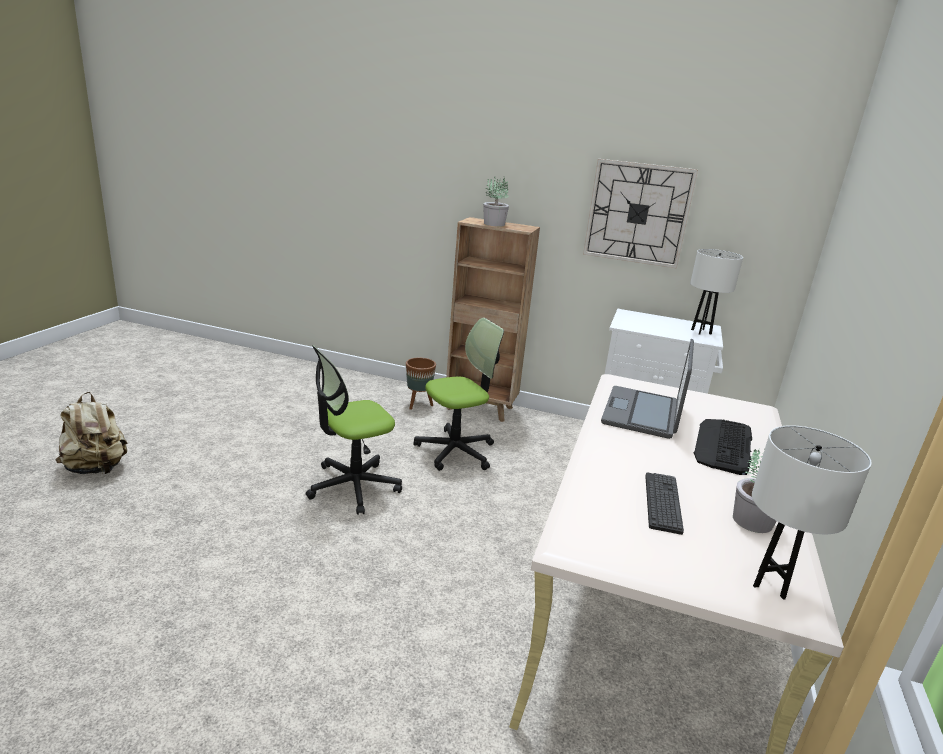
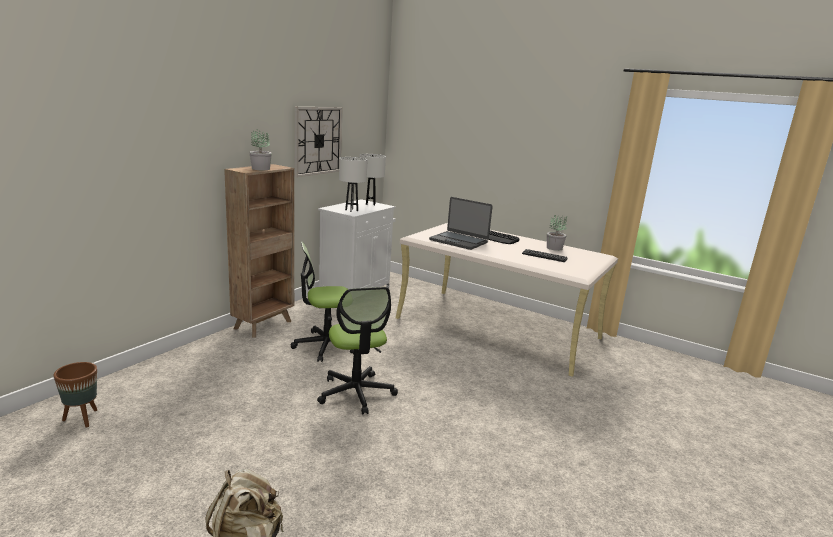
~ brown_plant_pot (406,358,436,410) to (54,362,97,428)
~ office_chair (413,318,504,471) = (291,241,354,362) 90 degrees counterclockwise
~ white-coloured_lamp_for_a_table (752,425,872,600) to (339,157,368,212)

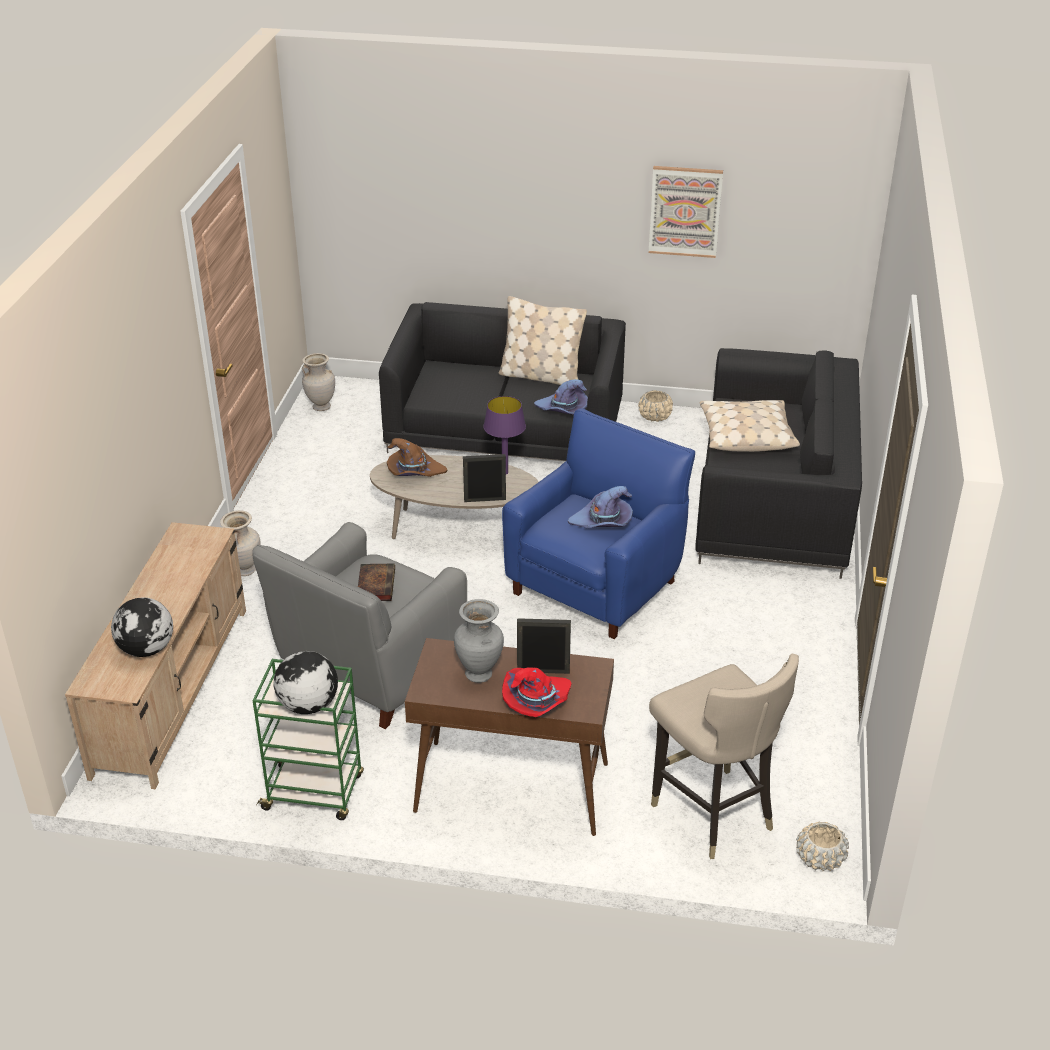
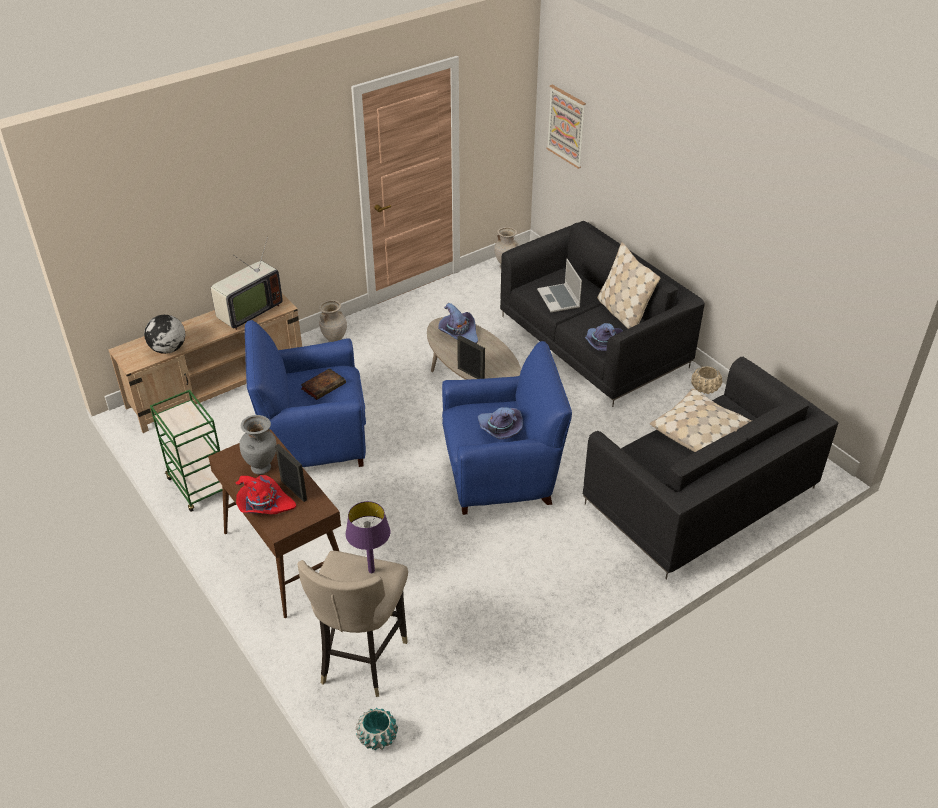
~ gray_lounge_chair (252,522,467,729) to bluish_lounge_chair (245,320,366,467)
- desk_globe (274,651,338,714)
~ brown_hat (387,438,448,477) to purple-coloured_hat (438,303,478,344)
~ purple-coloured_lamp_for_a_table (483,396,526,474) to (346,501,390,573)
~ wall_art (649,166,723,258) to (546,85,586,169)
~ beige-coloured_plant_pot (796,821,849,871) to turquoise-coloured_plant_pot (356,708,398,750)
+ TV_set (211,236,283,330)
+ notebook_computer (537,259,582,312)

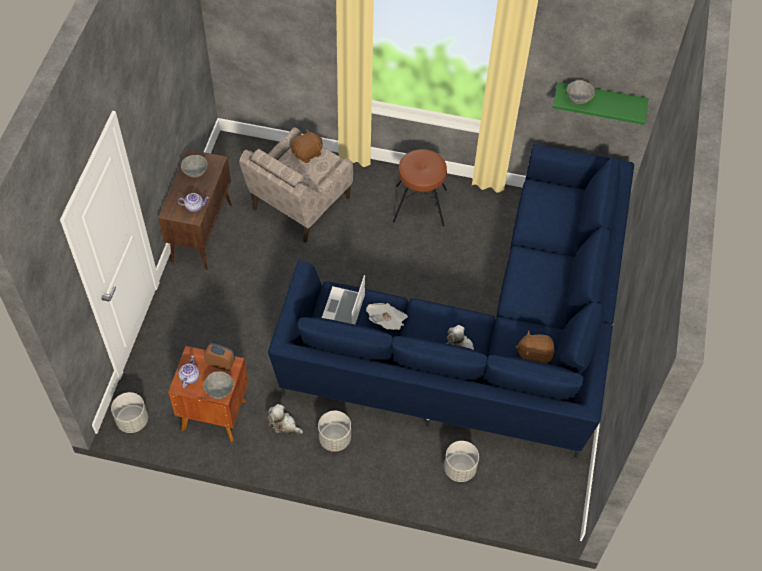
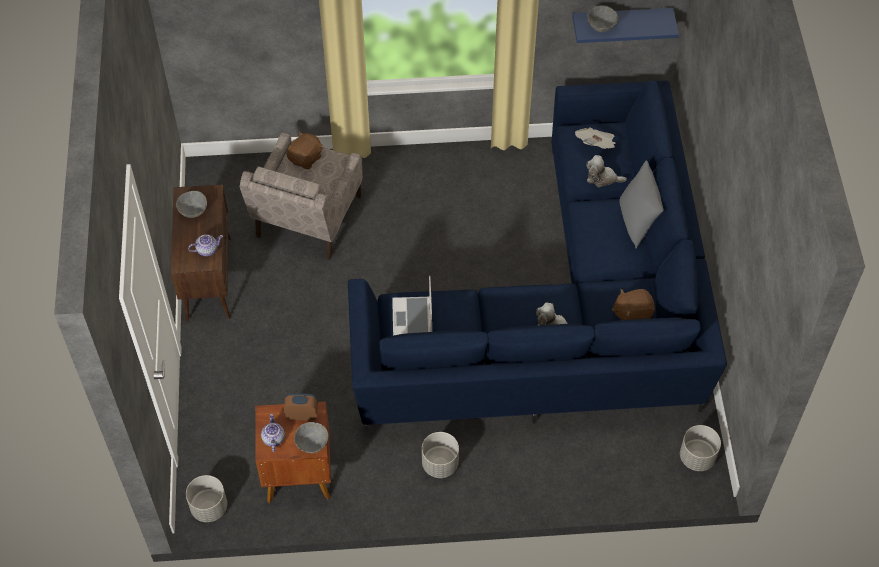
~ cuddly_toy (267,404,303,434) to (586,155,627,187)
~ printed_paper (366,303,408,330) to (575,127,616,149)
- brown_stool (393,149,447,226)
~ gray_plant_pot (444,441,479,482) to (680,425,721,471)
~ green-coloured_bracket_shelf (553,82,648,125) to bluish_bracket_shelf (572,8,679,43)
+ gray_cushion (620,161,664,248)

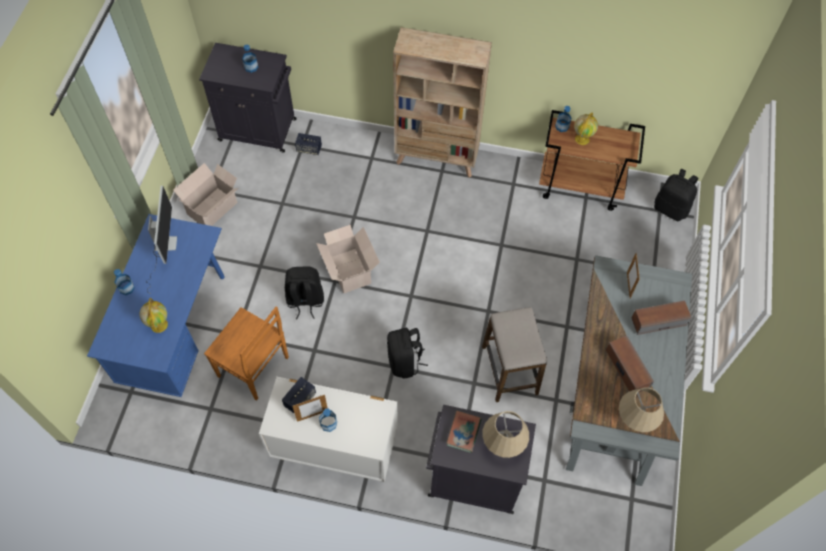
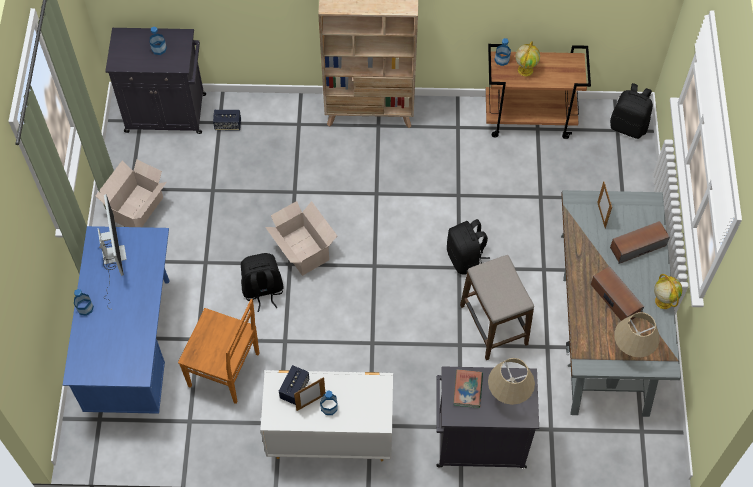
~ desk_globe (140,298,168,333) to (654,274,682,309)
~ black-coloured_rucksack (387,328,428,379) to (447,219,490,274)

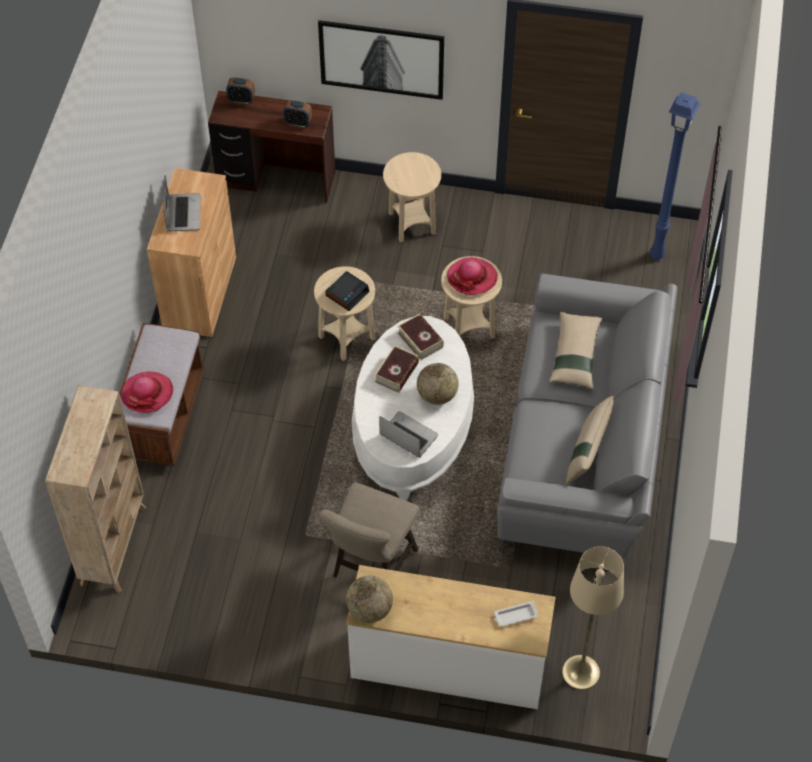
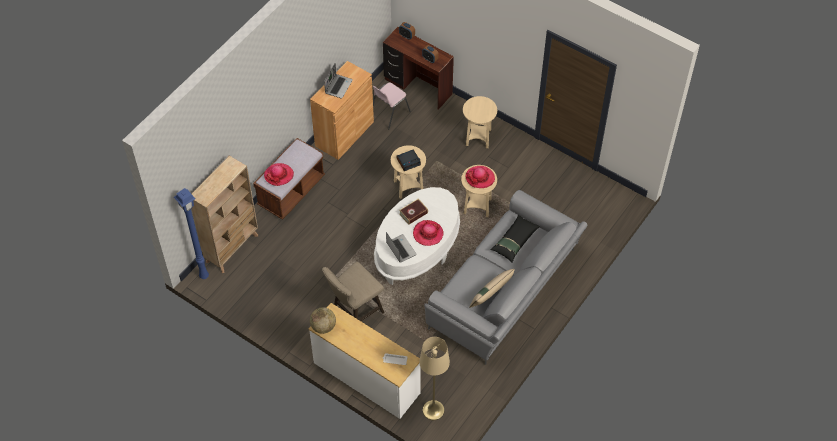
- wall_art (318,20,444,100)
- bound_book (398,313,444,360)
~ desk_globe (417,363,459,405) to hat (413,220,443,246)
~ beige-coloured_cushion (549,312,603,389) to black-coloured_cushion (491,215,540,262)
~ bluish_standing_lamp (650,92,701,260) to (174,188,209,279)
+ pinkish_plain_chair (373,83,411,129)

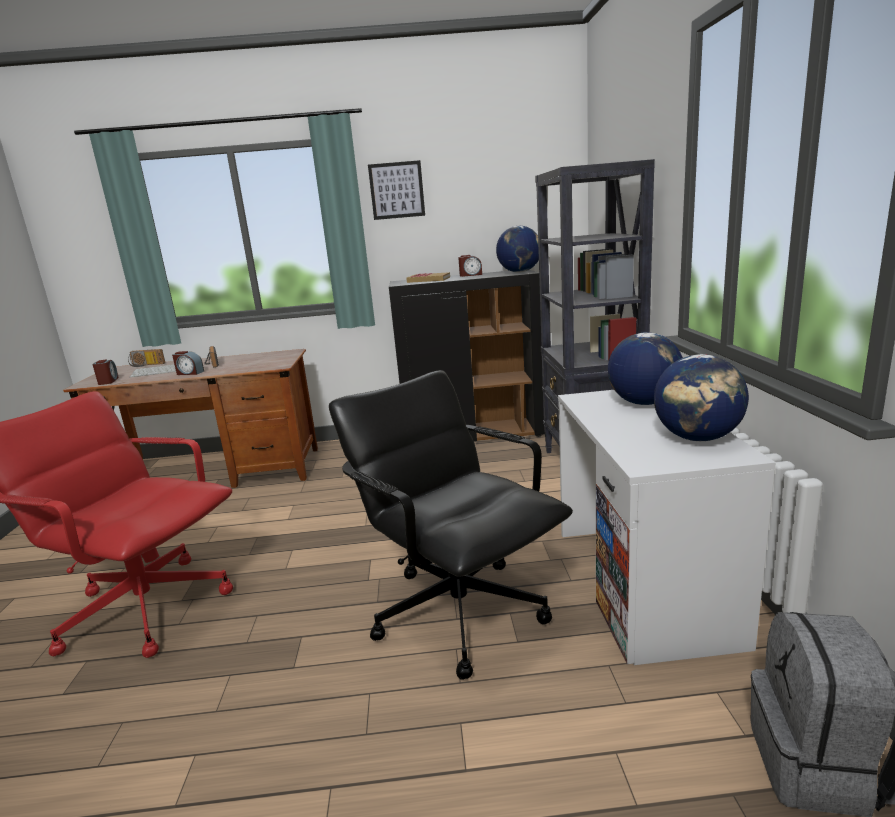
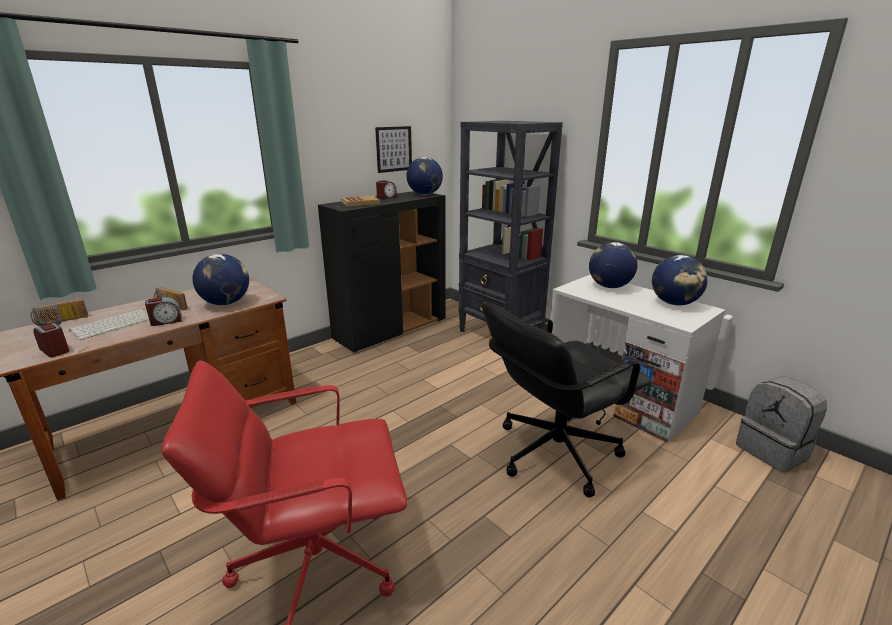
~ black-coloured_office_chair (329,370,573,680) = (482,302,651,497) 45 degrees counterclockwise
~ wall_art (368,160,425,220) to (375,126,412,173)
+ desk_globe (192,254,249,305)

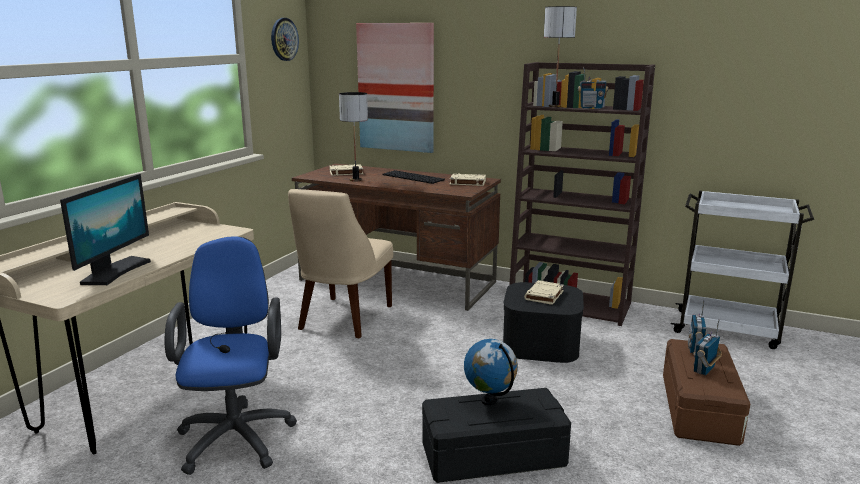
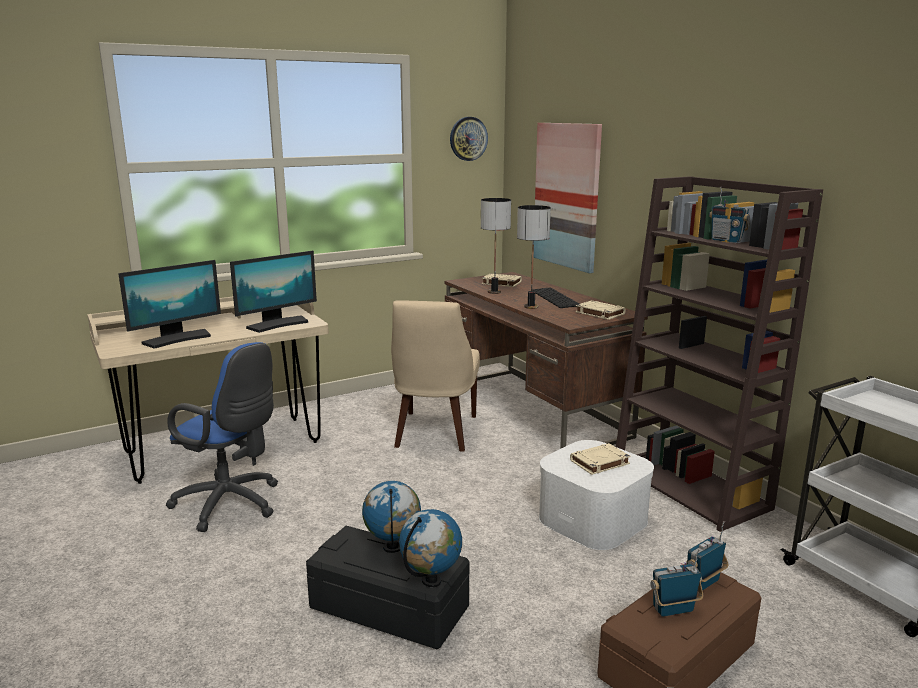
~ bluish_office_chair (165,236,297,475) = (166,342,278,532) 90 degrees clockwise
~ beige-coloured_plain_chair (288,189,393,338) = (391,300,480,452) 45 degrees counterclockwise
~ black-coloured_storage_box (503,282,584,363) to white-coloured_storage_box (539,440,654,550)
~ lamp_for_a_table (544,6,577,107) to (517,205,551,309)
+ computer_display (230,251,317,333)
+ desk_globe (399,509,462,587)

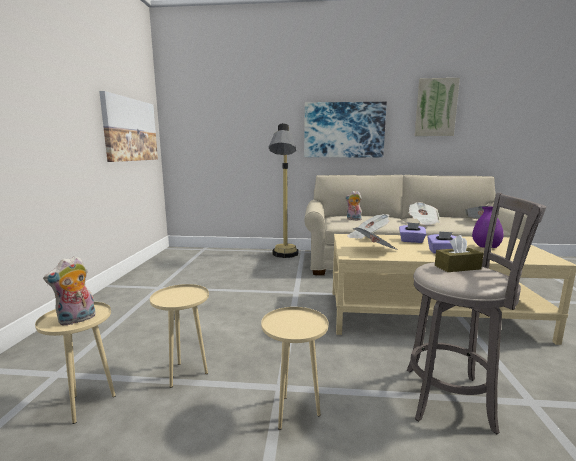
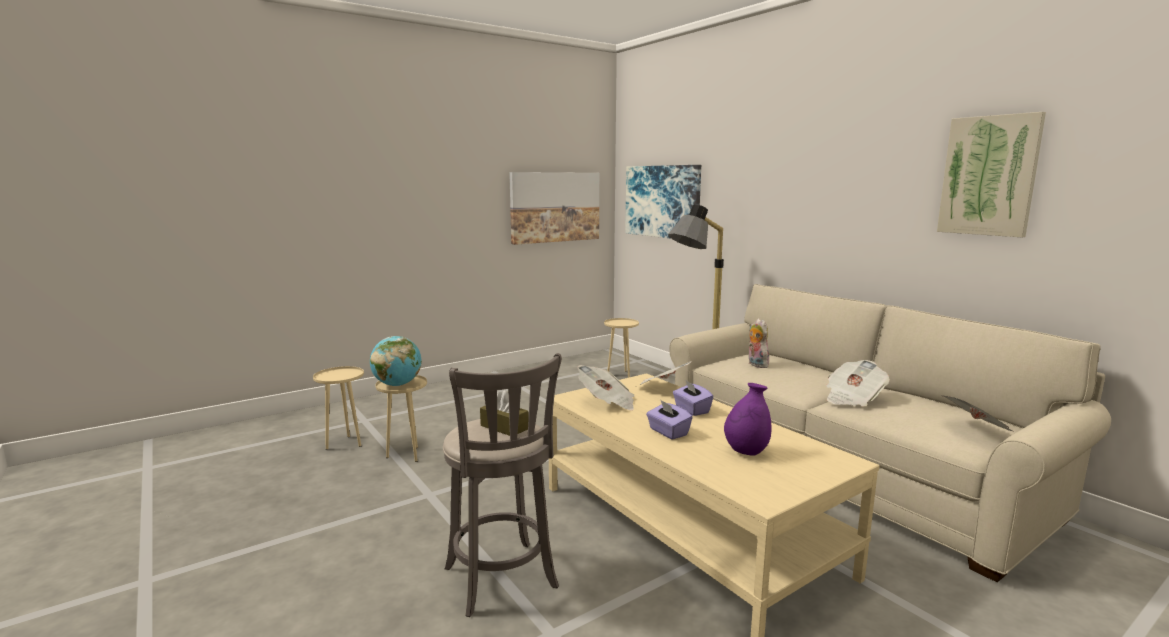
- cuddly_toy (43,256,96,326)
~ beige-coloured_accent_table (261,307,329,430) to (604,318,639,378)
~ wall_art (304,102,387,157) to (625,165,701,239)
+ desk_globe (370,336,422,386)

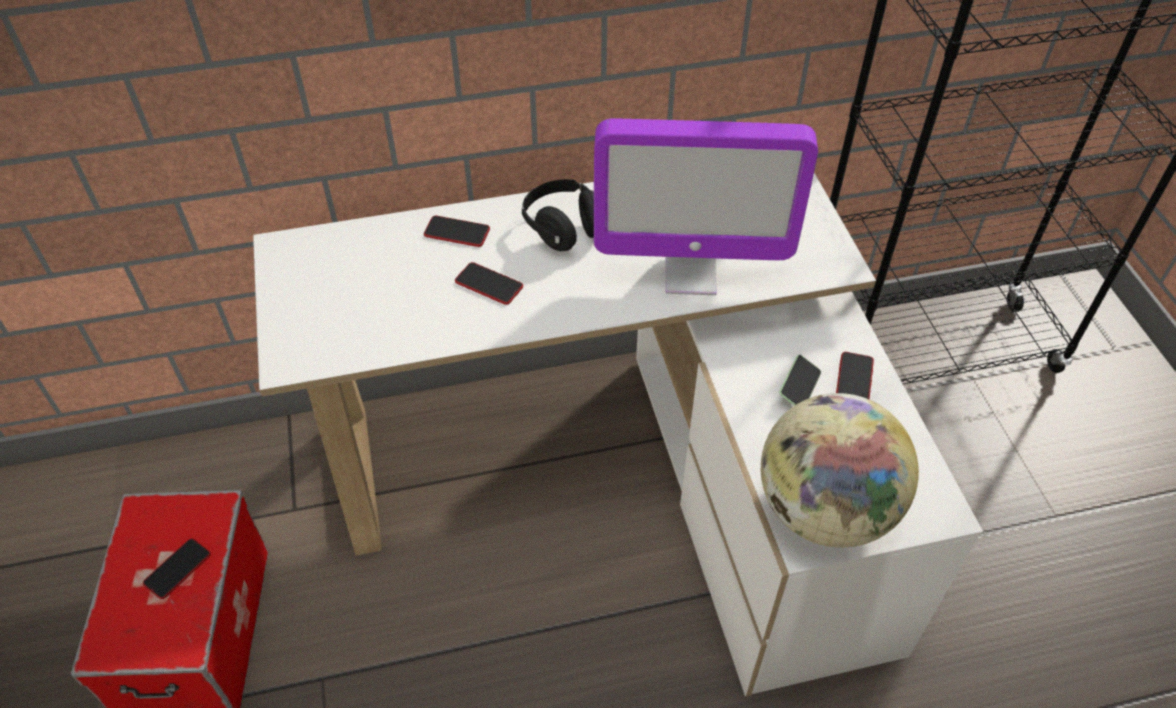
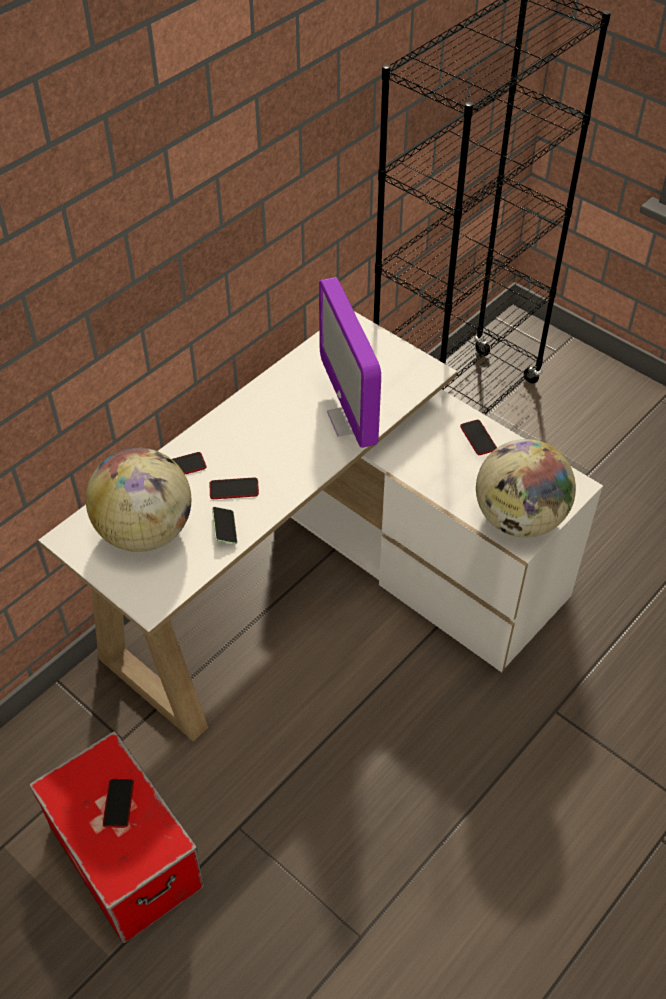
- black-coloured_headset (522,179,594,251)
~ computer_display (594,118,818,295) = (319,277,381,448) 105 degrees clockwise
~ handset (779,355,821,406) to (212,507,237,544)
+ desk_globe (86,448,191,552)

